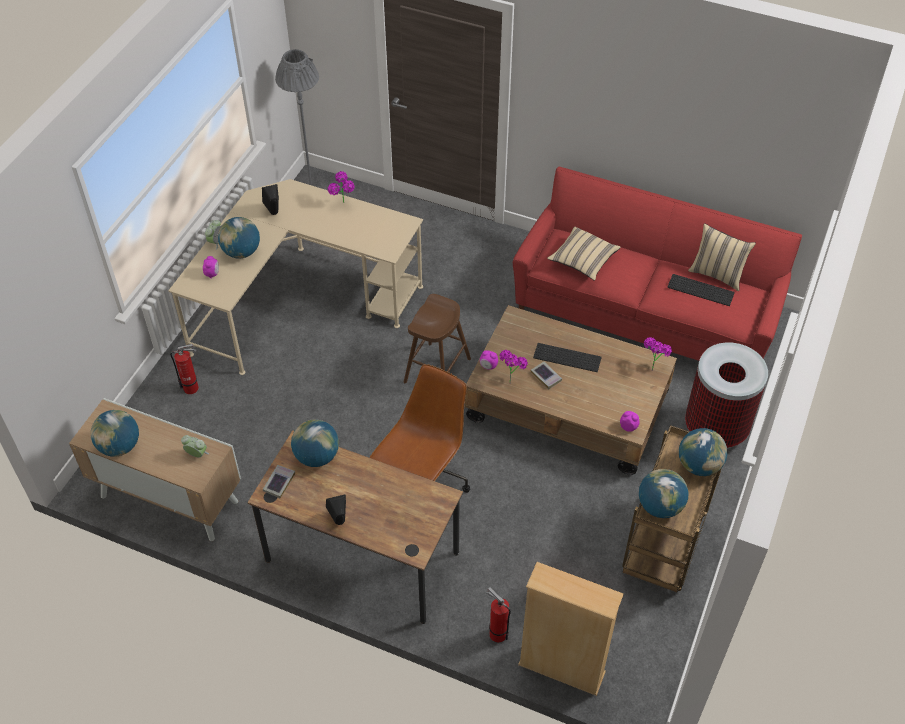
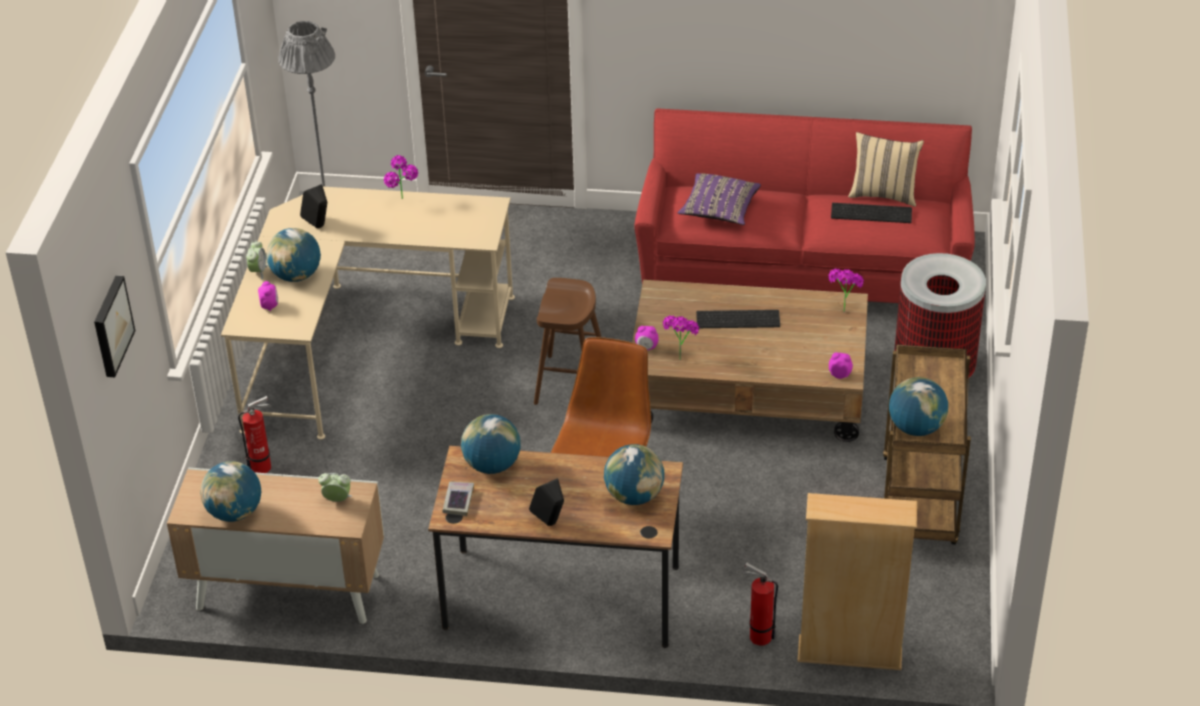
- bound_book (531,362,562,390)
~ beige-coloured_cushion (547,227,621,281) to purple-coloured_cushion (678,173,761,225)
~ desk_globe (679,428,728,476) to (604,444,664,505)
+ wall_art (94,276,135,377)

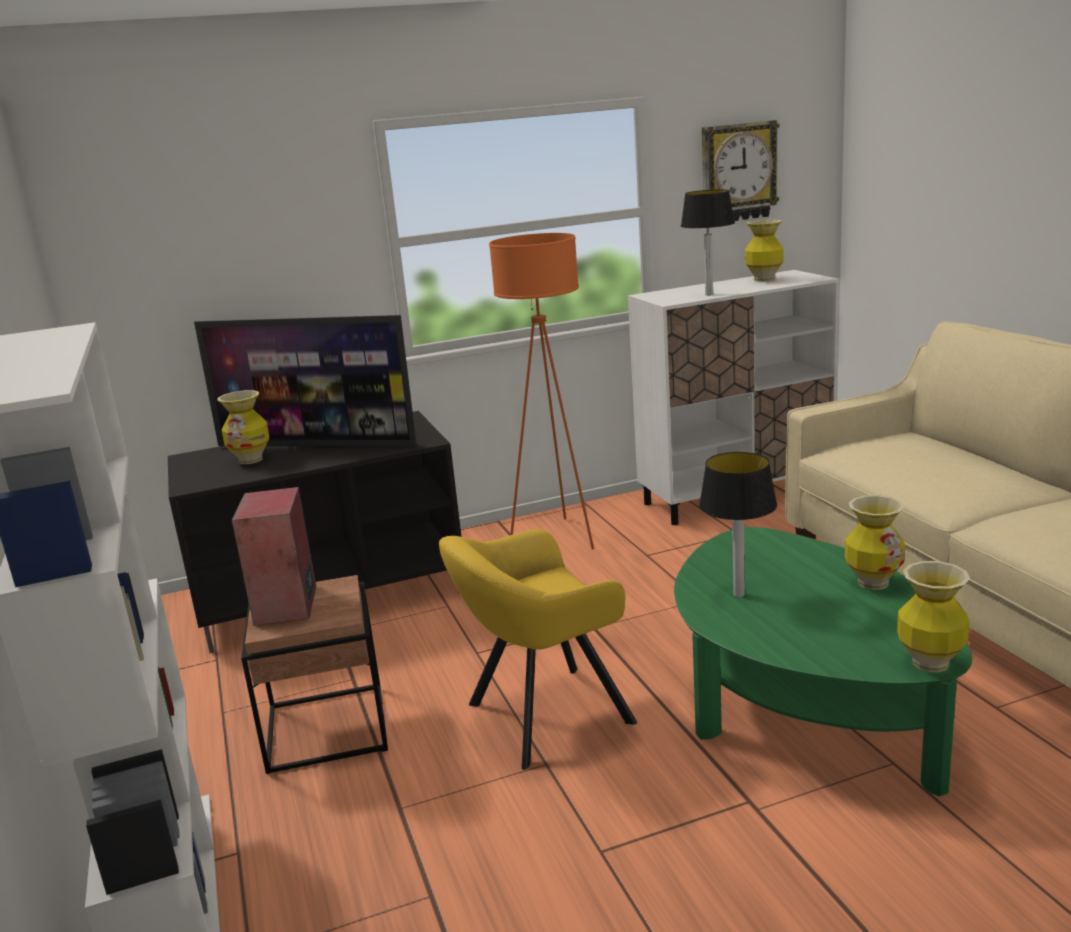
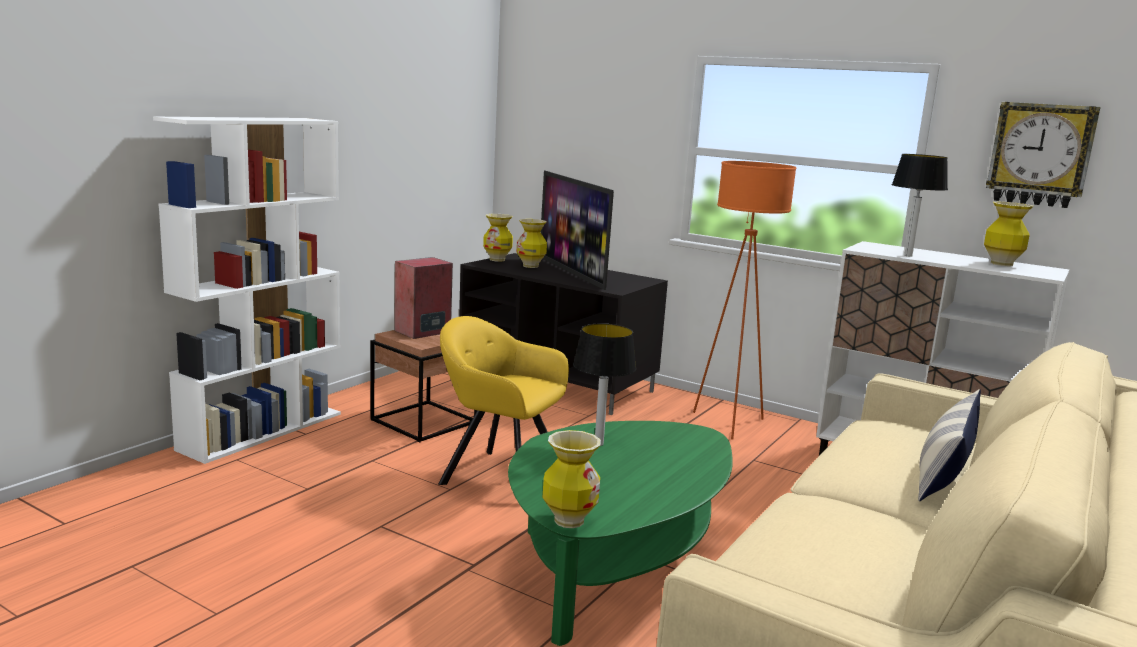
~ flower_vase (845,495,905,590) to (483,214,513,262)
+ cushion (918,389,981,501)

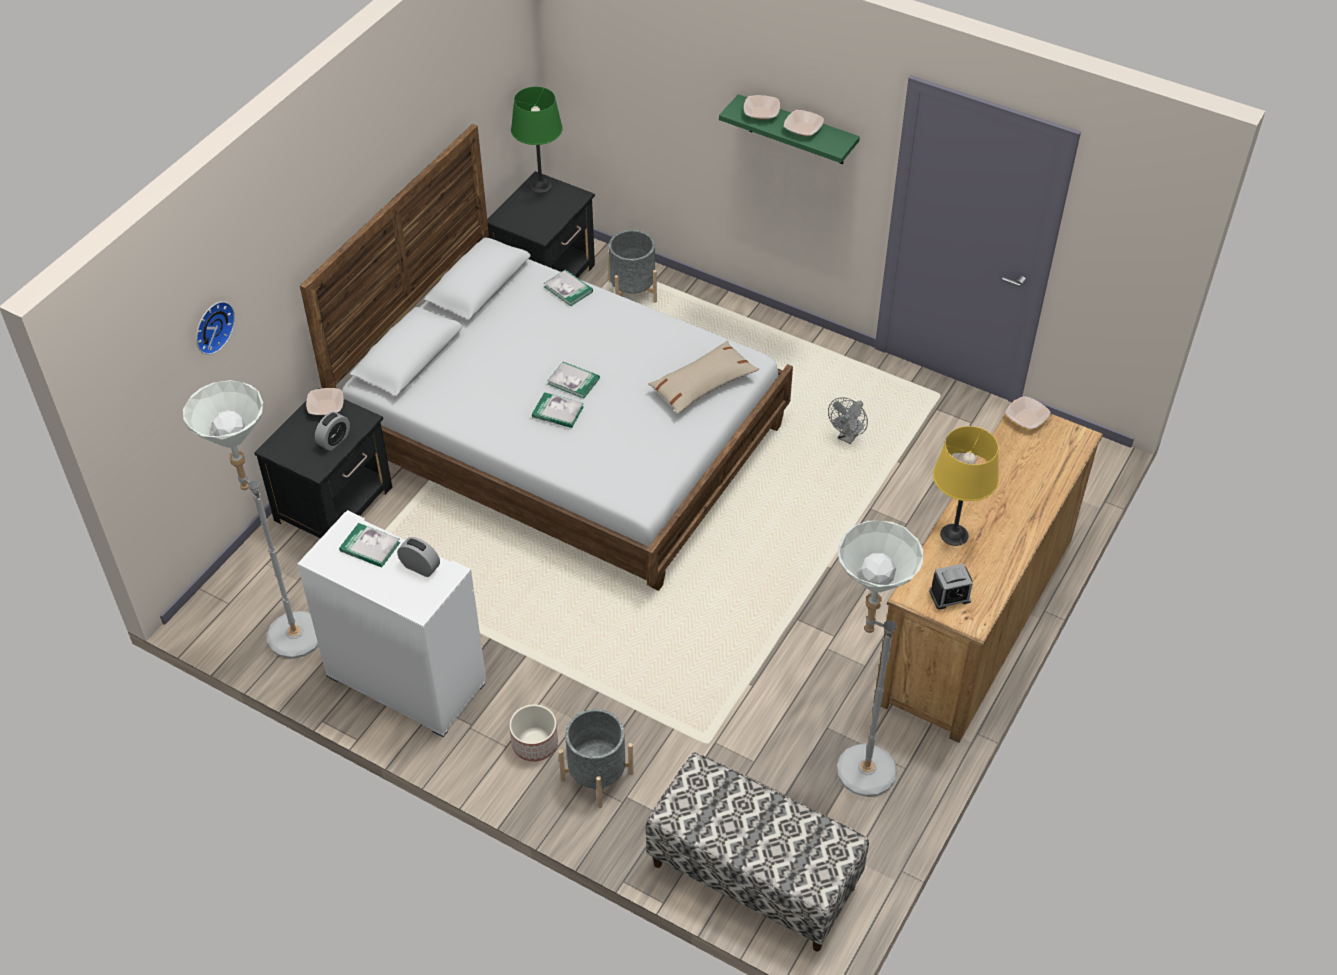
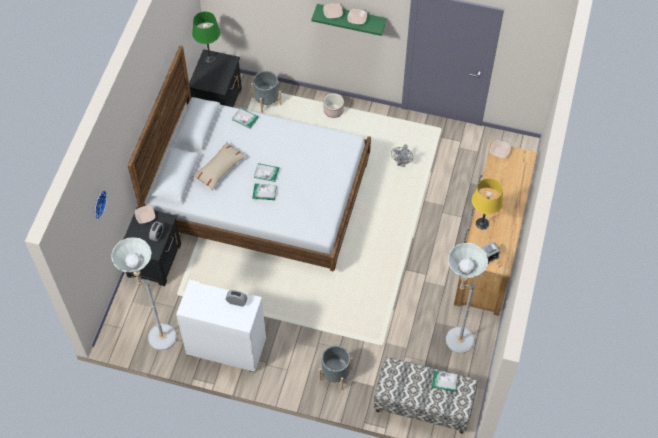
~ bound_book (339,523,400,568) to (432,370,458,392)
~ plant_pot (509,704,558,762) to (324,93,344,118)
~ beige-coloured_cushion (648,341,759,414) to (193,142,247,190)

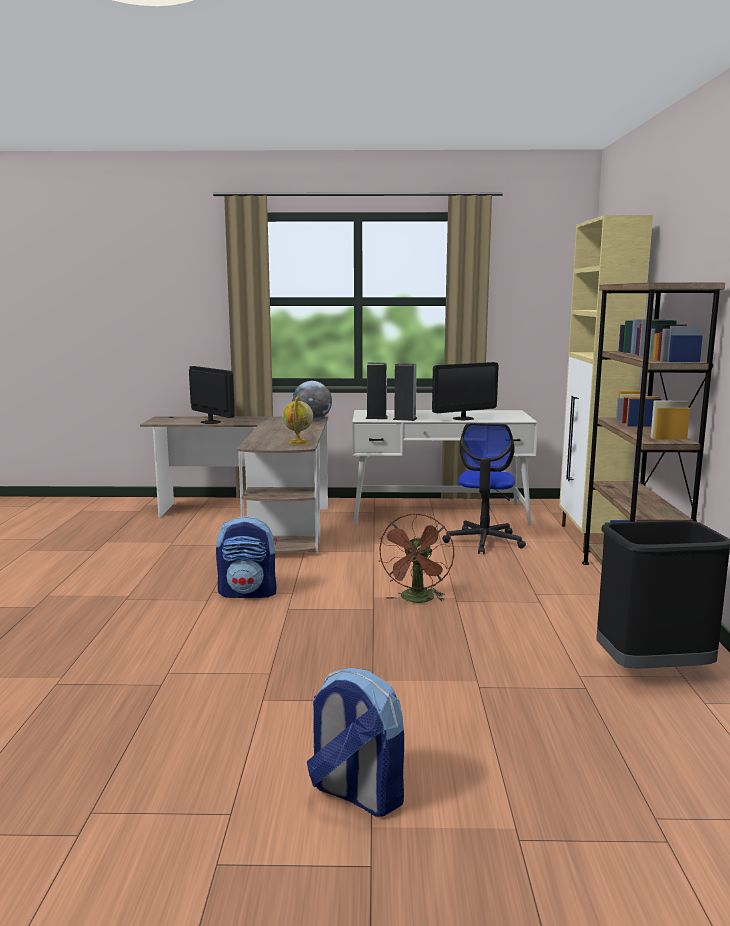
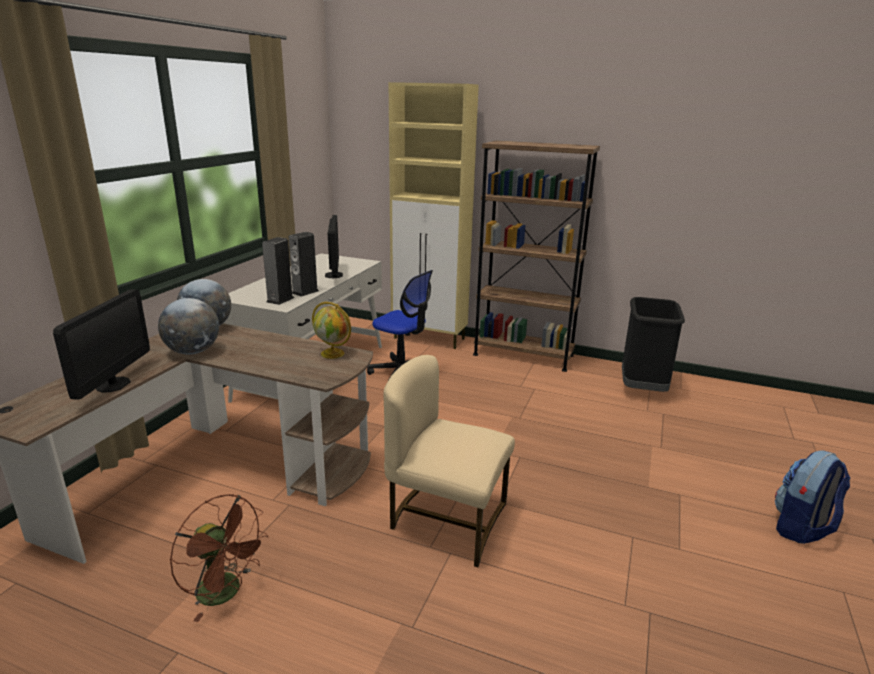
~ computer_display (189,366,235,424) = (53,289,150,400) 120 degrees clockwise
~ rucksack (216,517,277,598) to beige-coloured_plain_chair (383,355,515,567)
~ brown_electric_fan (379,513,454,603) to (170,494,269,622)
+ desk_globe (158,298,219,355)

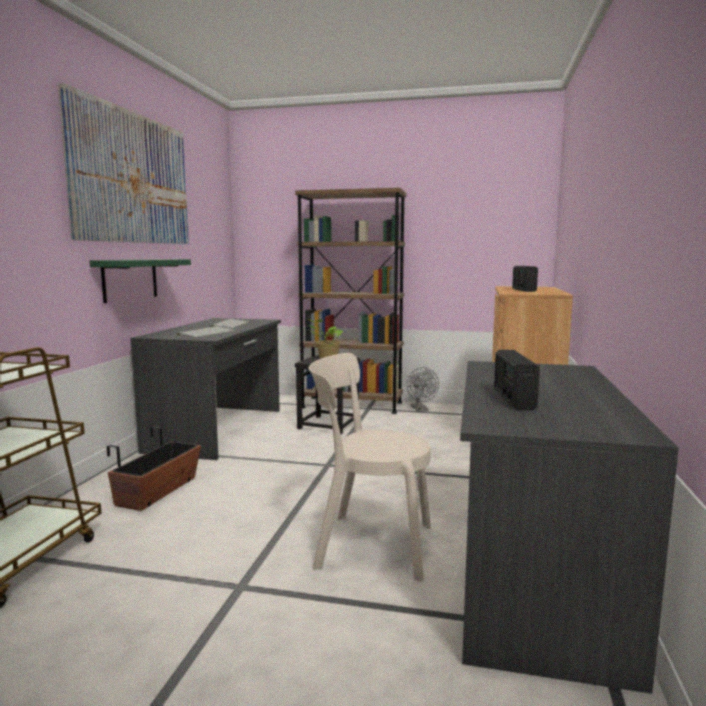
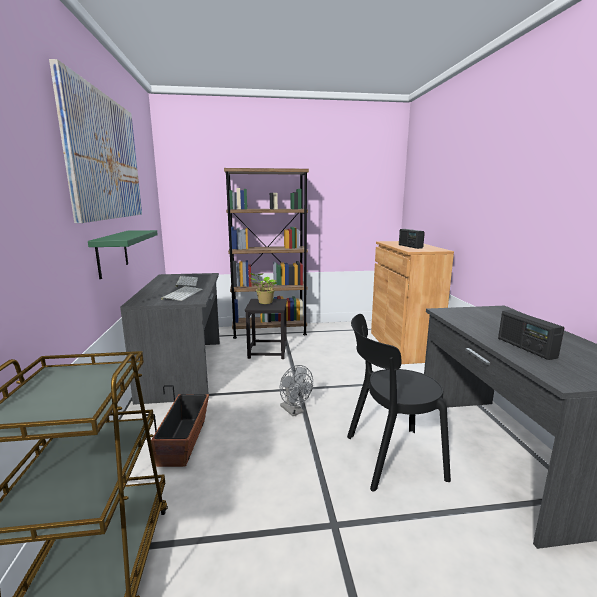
~ beige-coloured_plain_chair (309,353,431,582) to black-coloured_plain_chair (347,314,451,492)
~ gray_electric_fan (407,367,439,412) to (280,365,313,416)

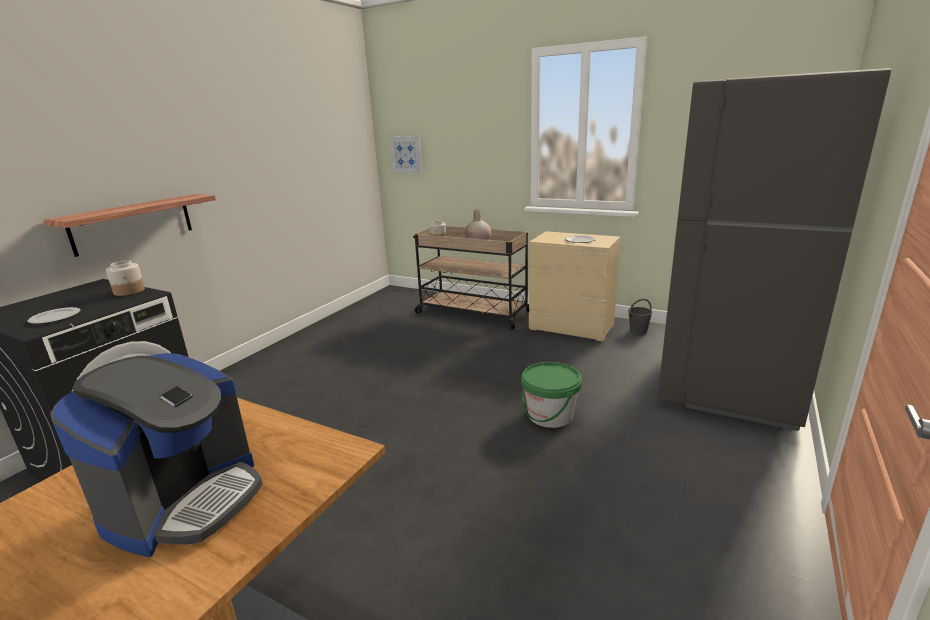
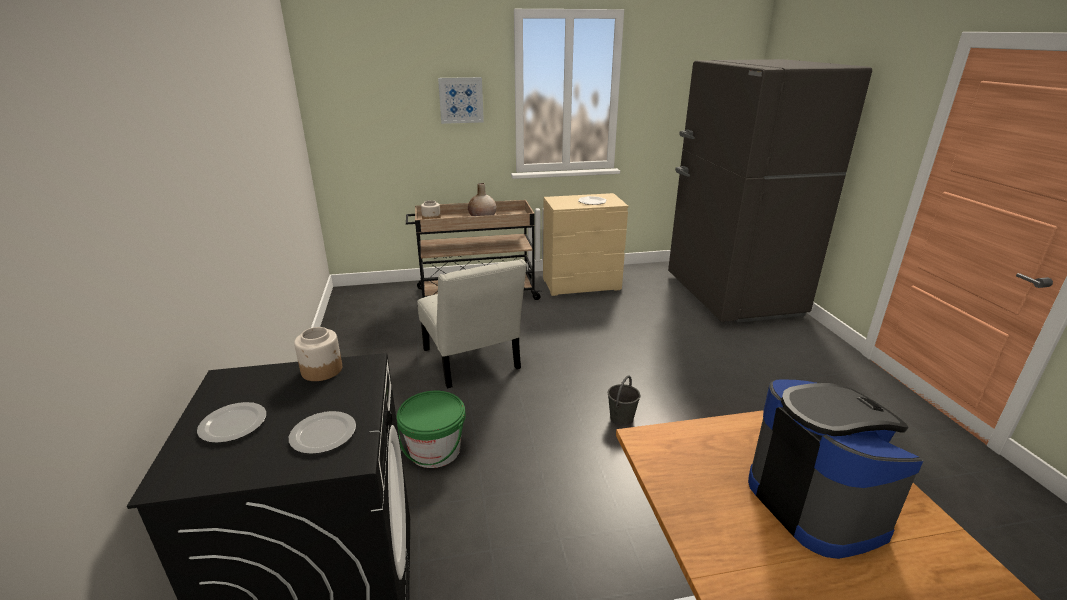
- bracket_shelf (44,194,216,257)
~ wall_art (389,136,423,173) to (438,77,484,124)
~ green-coloured_water_bucket (521,362,582,428) to (397,391,466,468)
~ gray_water_bucket (628,299,653,335) to (608,375,640,426)
+ dinner_plate (197,402,266,443)
+ white-coloured_plain_chair (417,259,527,389)

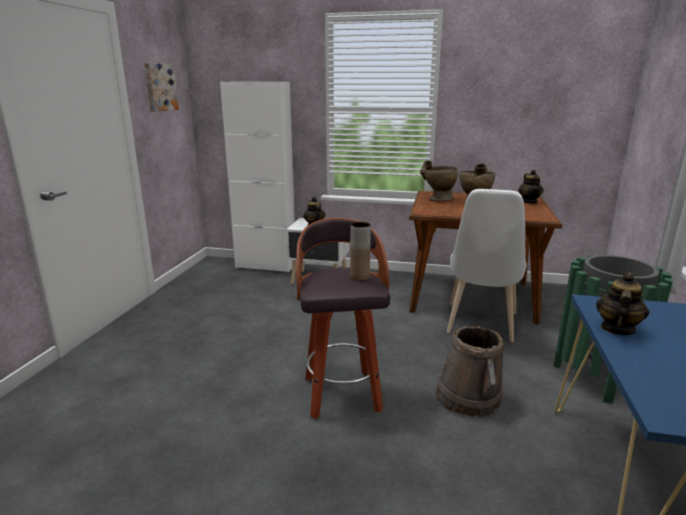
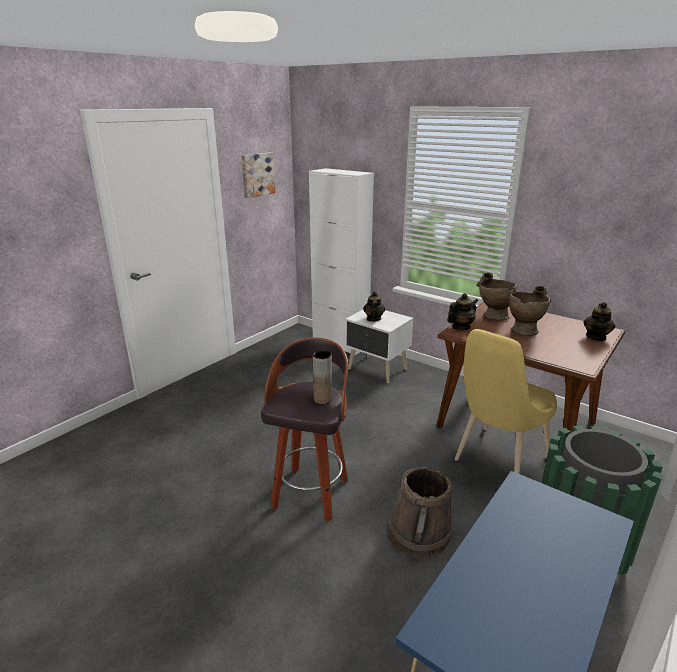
~ white-coloured_plain_chair (447,189,527,342) to yellow-coloured_plain_chair (455,329,557,474)
~ pot_for_tea (596,272,649,335) to (447,293,478,330)

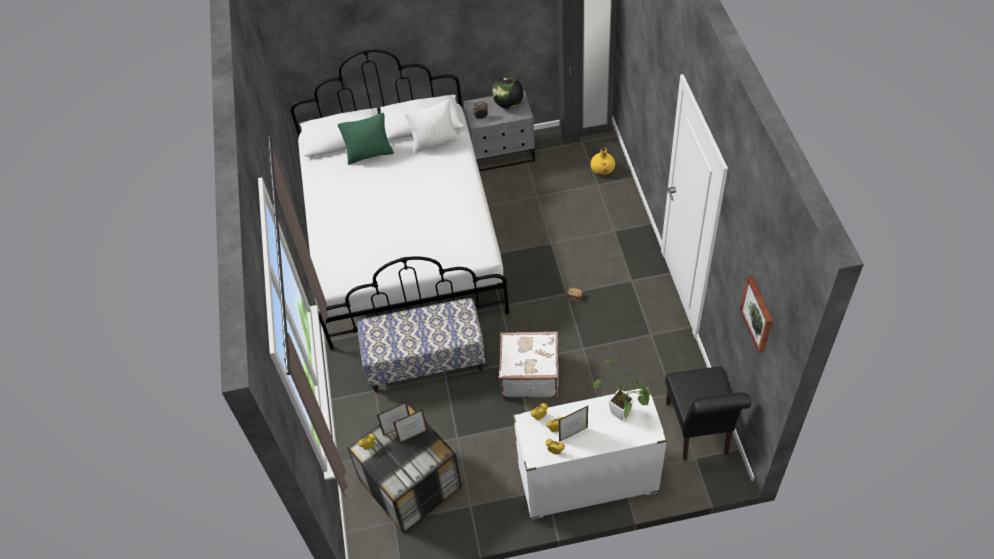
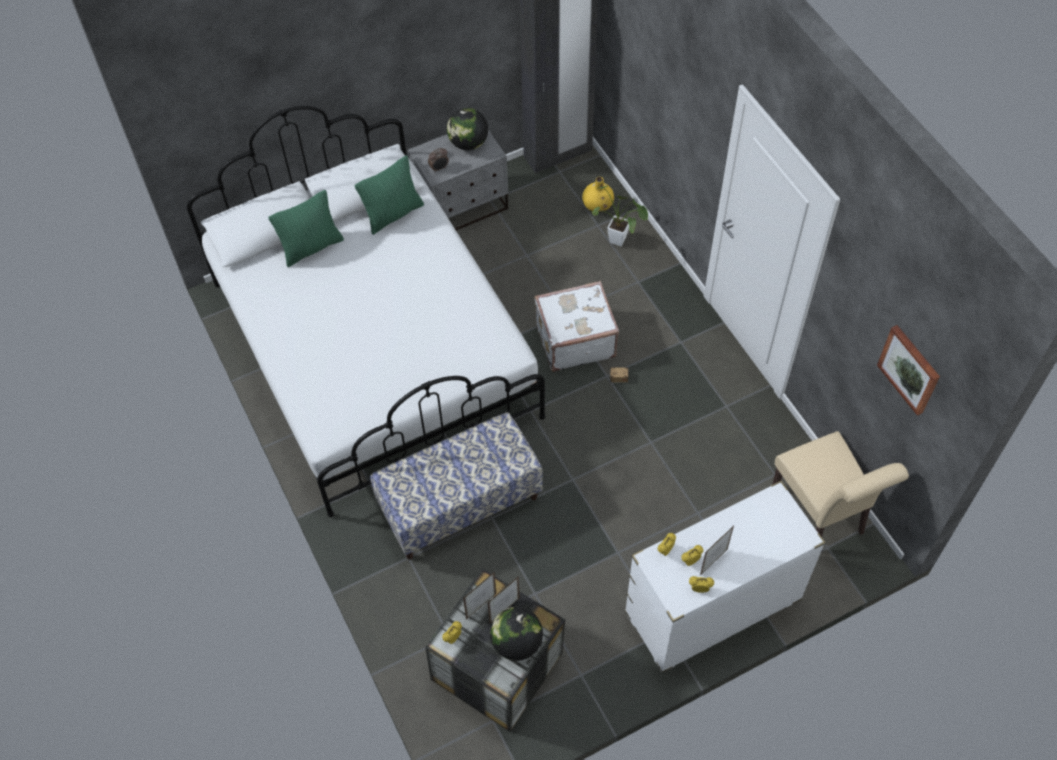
~ white-coloured_cushion (405,99,459,154) to green-coloured_cushion (355,155,424,235)
~ white-coloured_travel_case (499,331,559,398) to (535,281,619,372)
~ houseplant (593,359,651,420) to (592,186,648,246)
~ black-coloured_plain_chair (665,366,751,461) to beige-coloured_plain_chair (772,431,909,537)
+ desk_globe (490,607,543,661)

